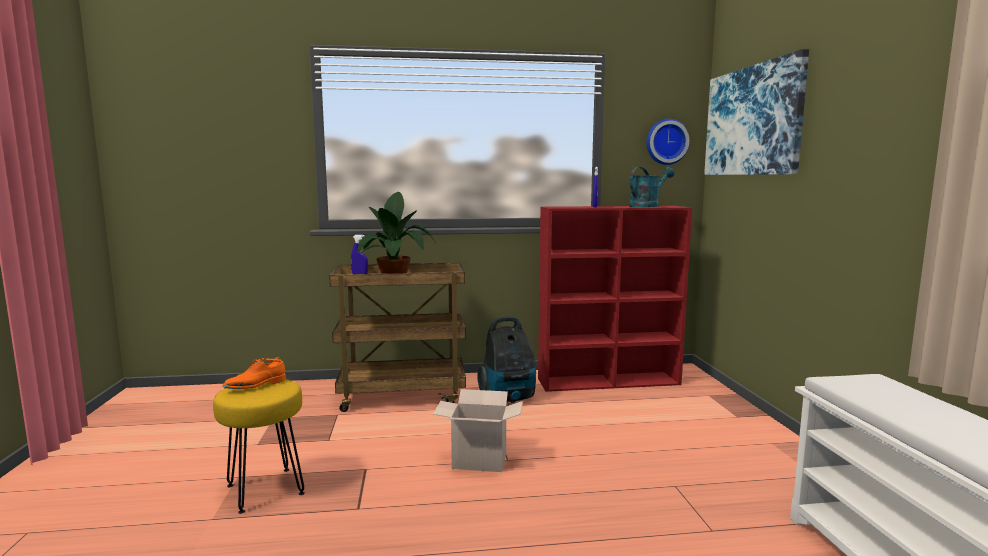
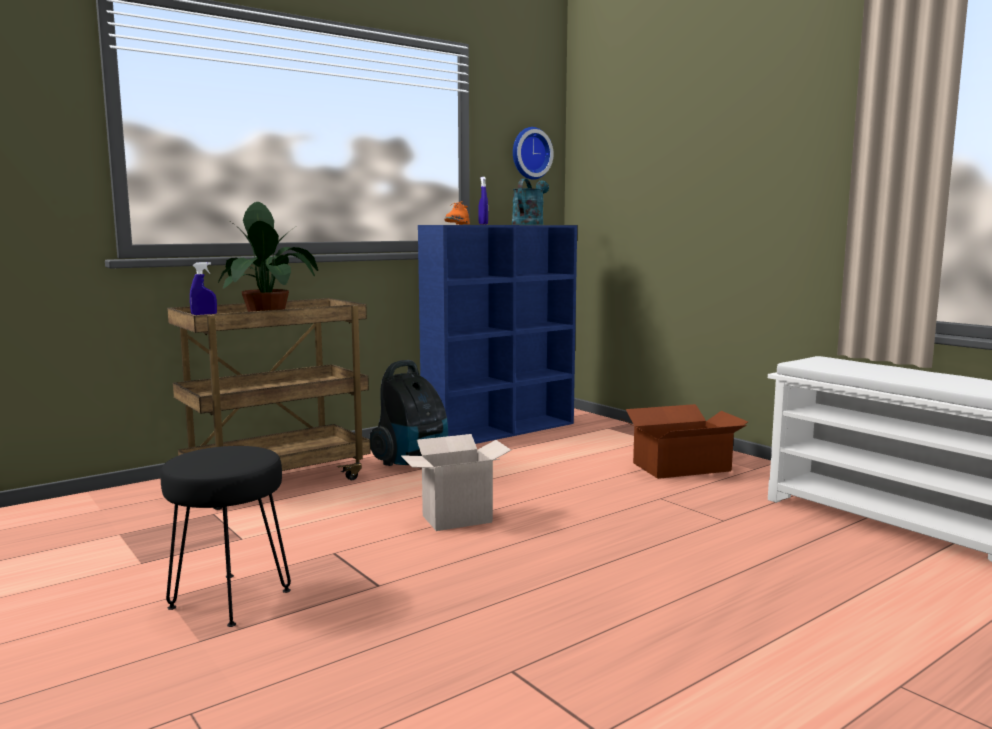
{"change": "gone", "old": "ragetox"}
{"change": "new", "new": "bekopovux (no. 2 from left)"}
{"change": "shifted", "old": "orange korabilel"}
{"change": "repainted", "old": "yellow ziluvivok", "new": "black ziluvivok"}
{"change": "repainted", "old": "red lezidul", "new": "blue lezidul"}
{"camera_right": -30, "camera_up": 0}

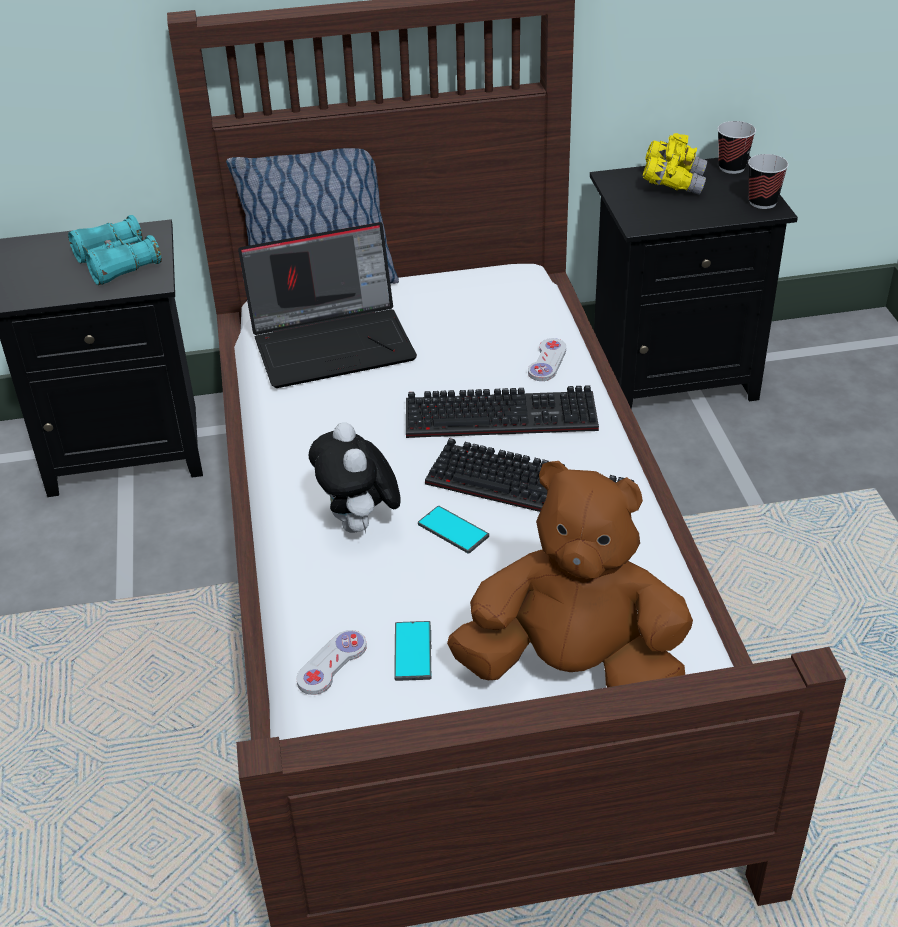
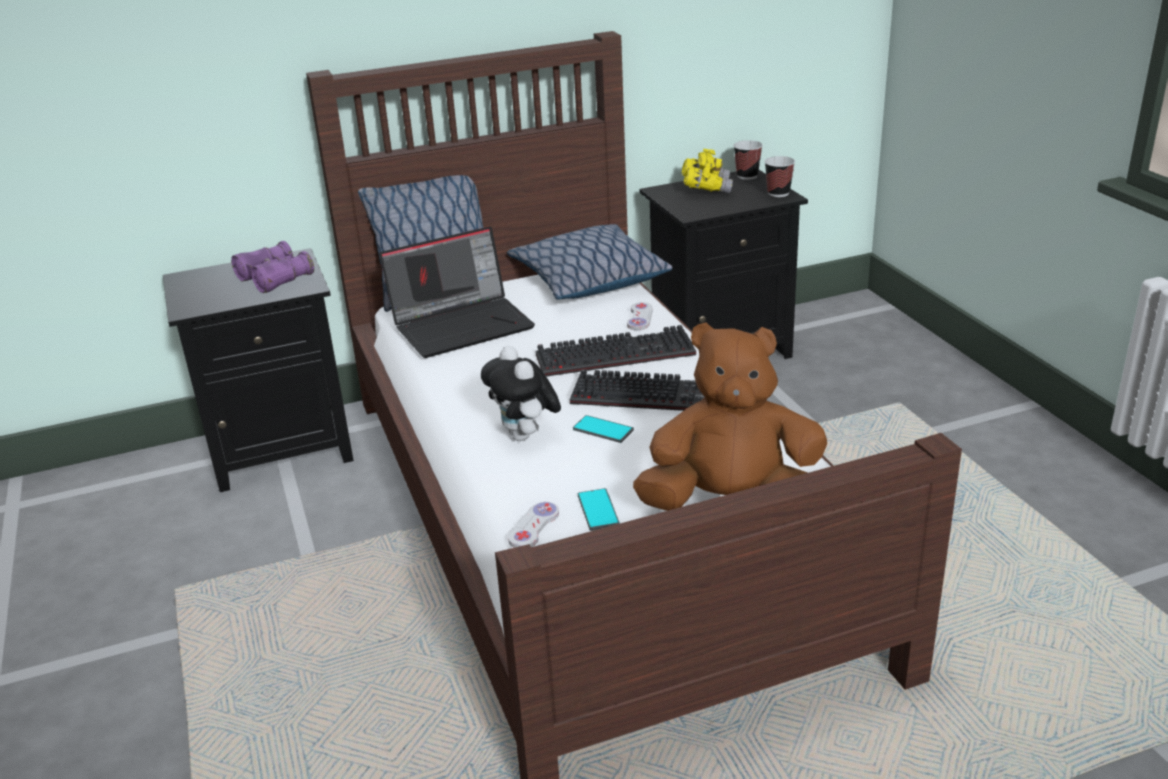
{"change": "new", "new": "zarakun (no. 2 from left)"}
{"change": "repainted", "old": "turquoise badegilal", "new": "purple badegilal"}
{"camera_right": -10, "camera_up": -10}

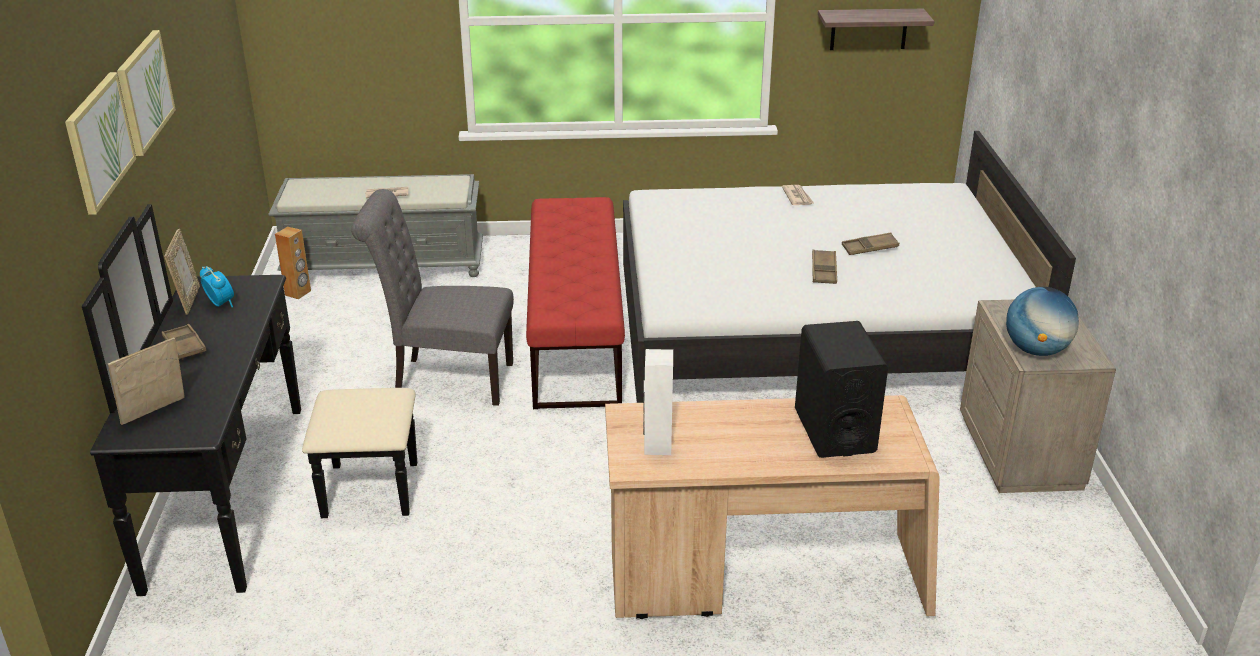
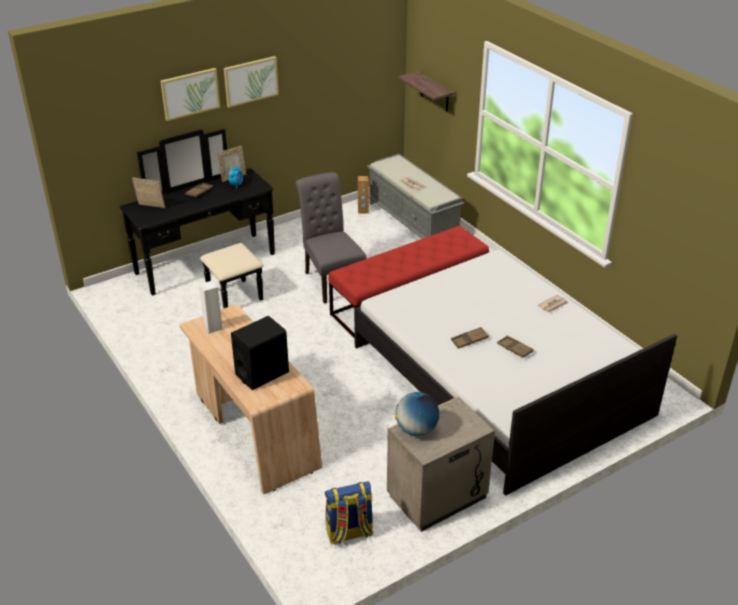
{"change": "new", "new": "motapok"}
{"change": "shifted", "old": "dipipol"}
{"camera_right": 60, "camera_up": 5}

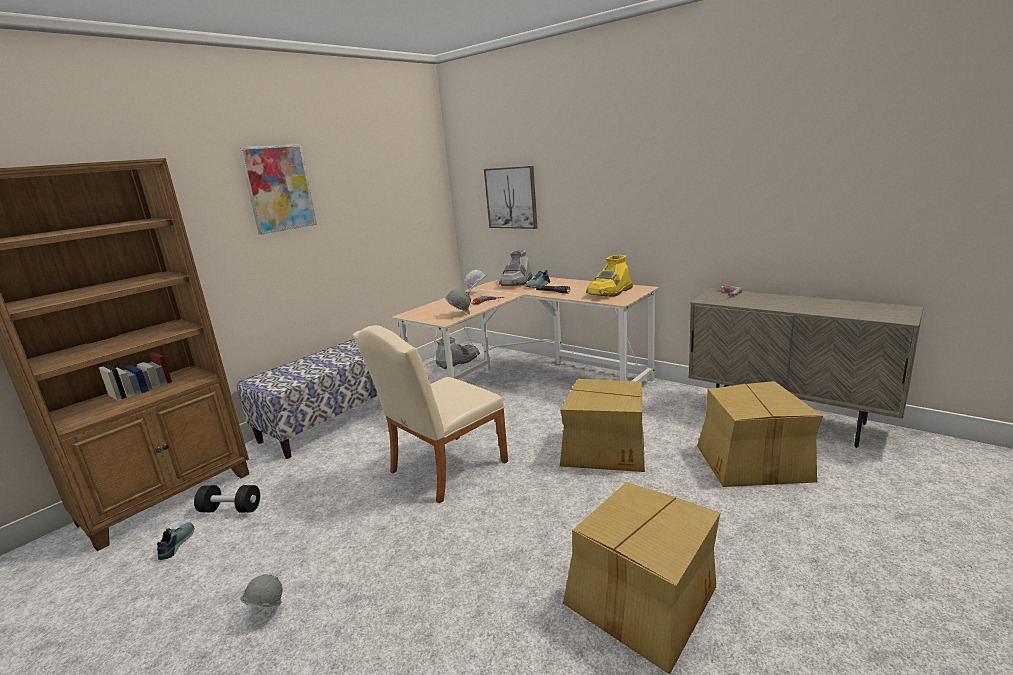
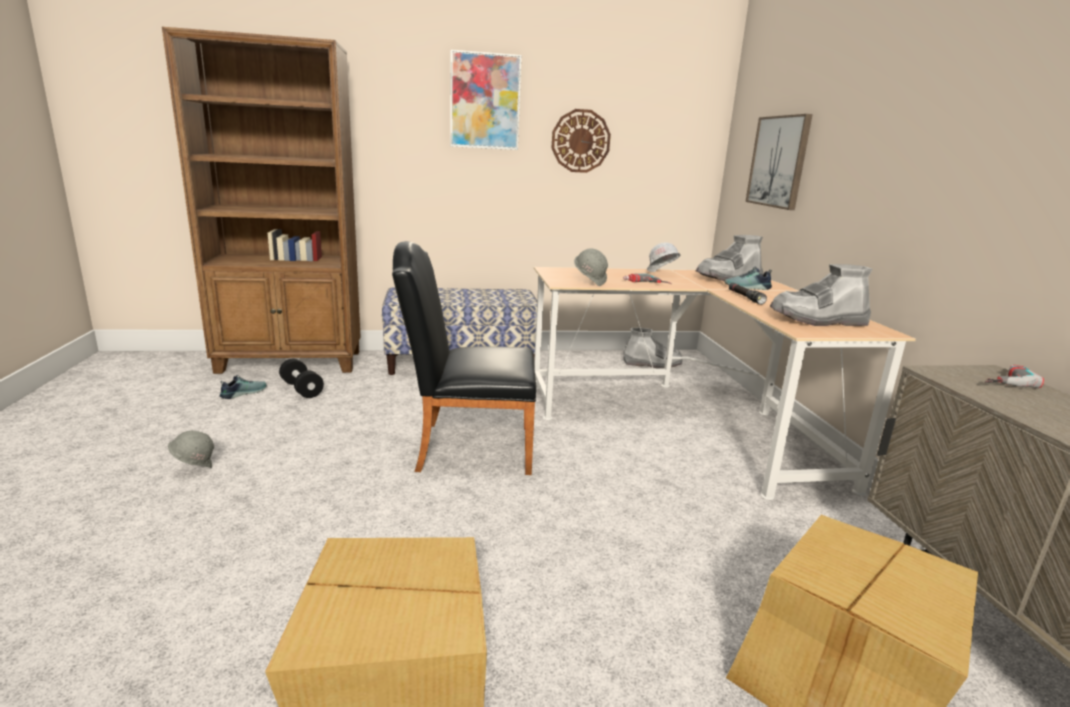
{"change": "gone", "old": "bekopovux (no. 1 from left)"}
{"change": "new", "new": "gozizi"}
{"change": "repainted", "old": "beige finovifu", "new": "black finovifu"}
{"change": "repainted", "old": "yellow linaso", "new": "grey linaso (no. 3 from left)"}
{"camera_right": 40, "camera_up": 0}

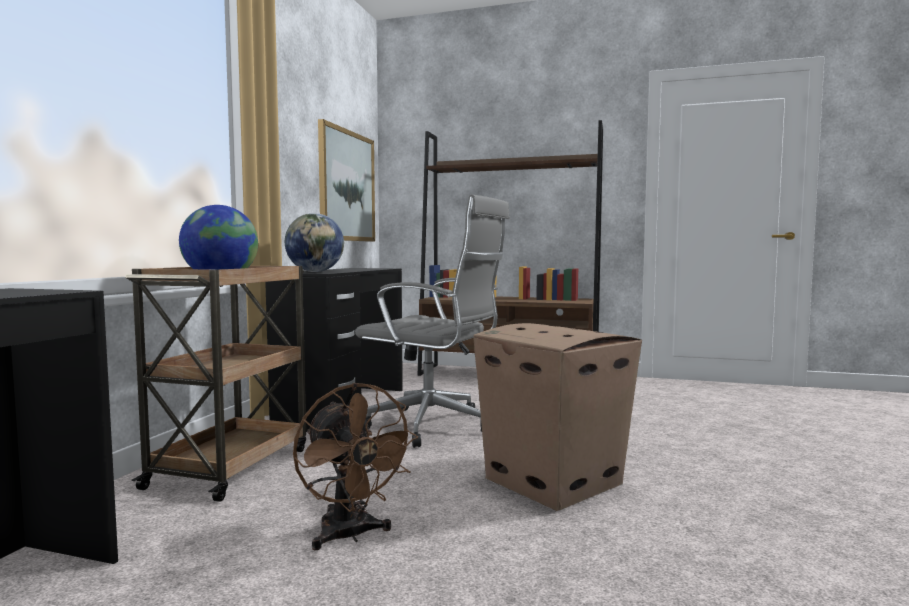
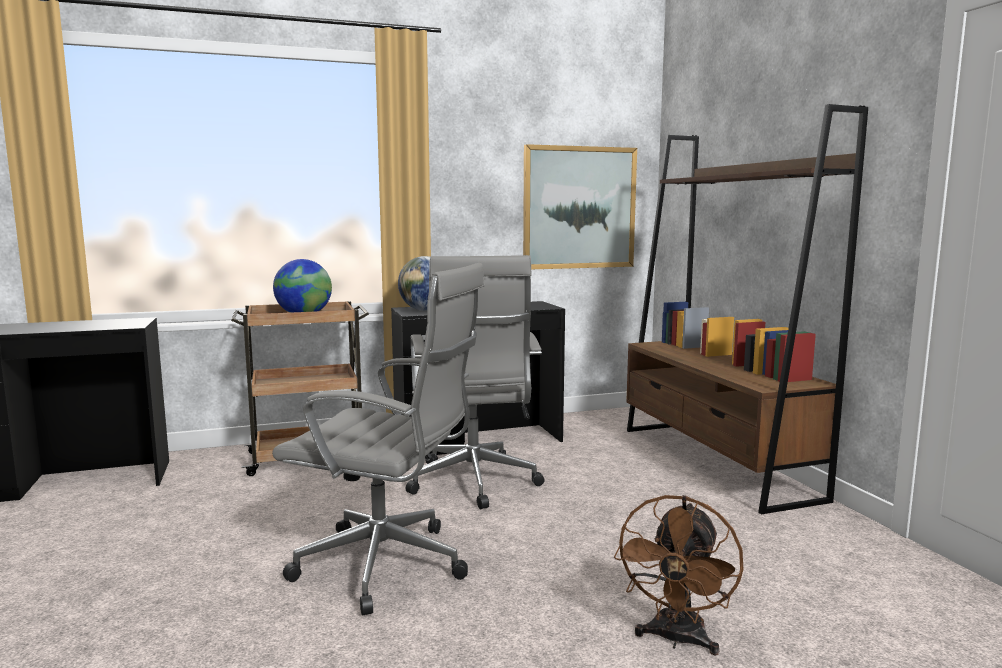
{"change": "shifted", "old": "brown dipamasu"}
{"change": "swapped", "old": "bekopovux", "new": "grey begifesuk (no. 1 from left)"}
{"camera_right": 55, "camera_up": 5}

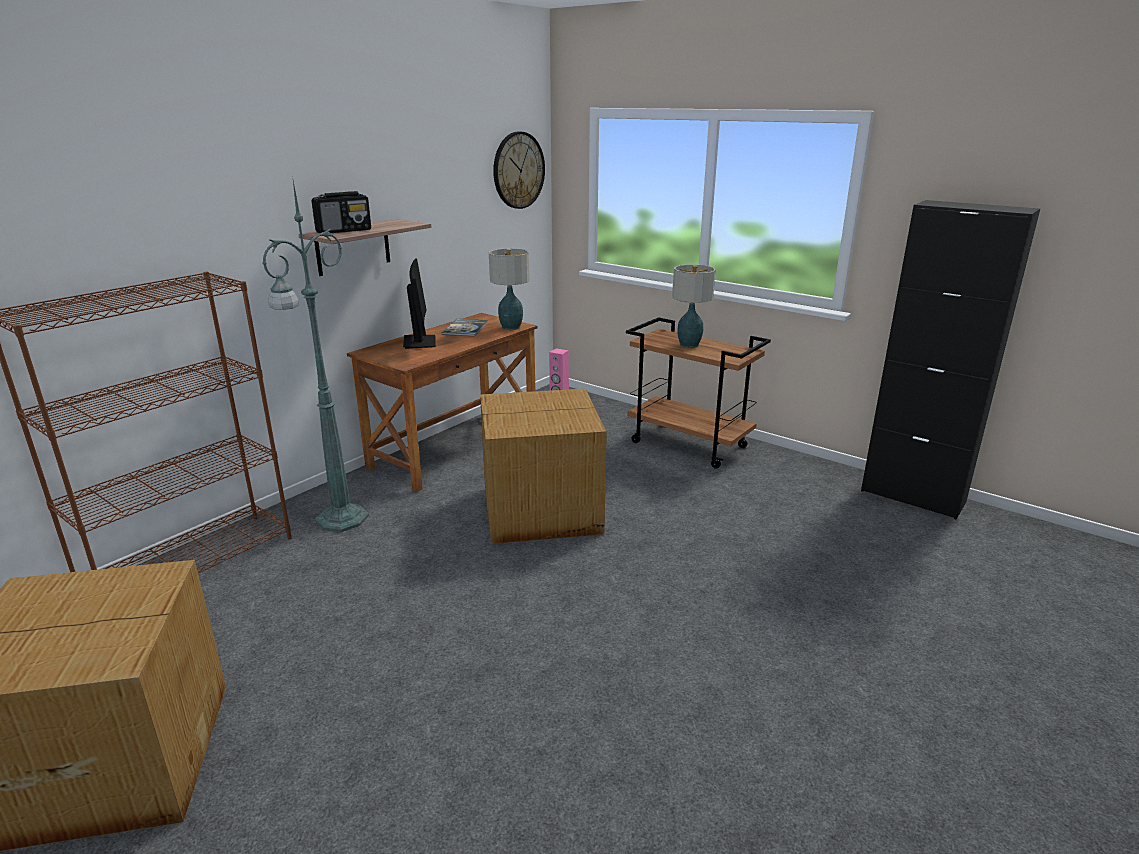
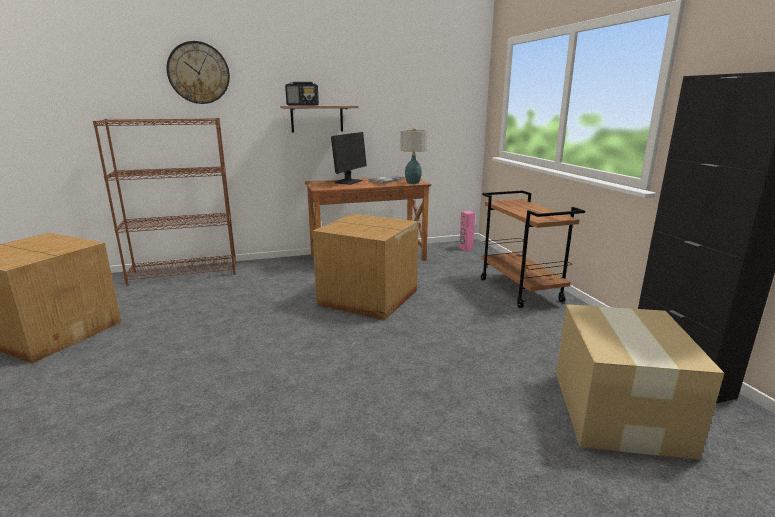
{"change": "gone", "old": "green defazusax"}
{"change": "gone", "old": "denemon (no. 2 from left)"}
{"change": "new", "new": "bekopovux (no. 3 from left)"}
{"change": "shifted", "old": "gozizi"}
{"camera_right": 35, "camera_up": -5}

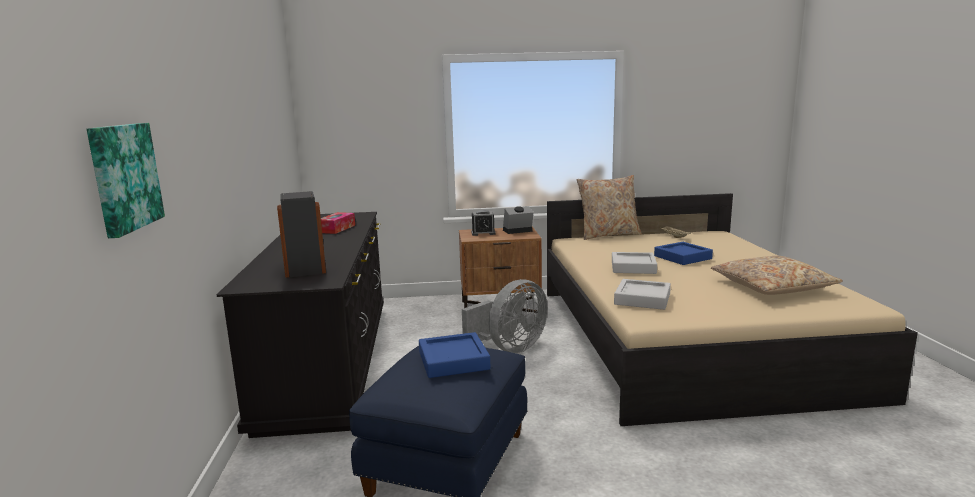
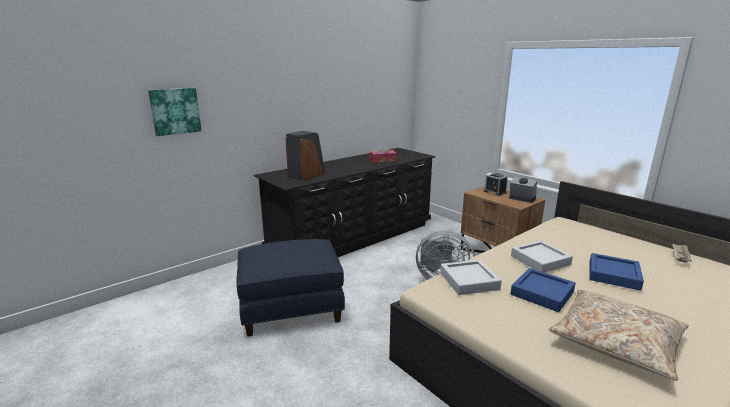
{"change": "gone", "old": "beige zarakun (no. 1 from left)"}
{"change": "shifted", "old": "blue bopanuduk (no. 1 from left)"}
{"camera_right": 55, "camera_up": 5}

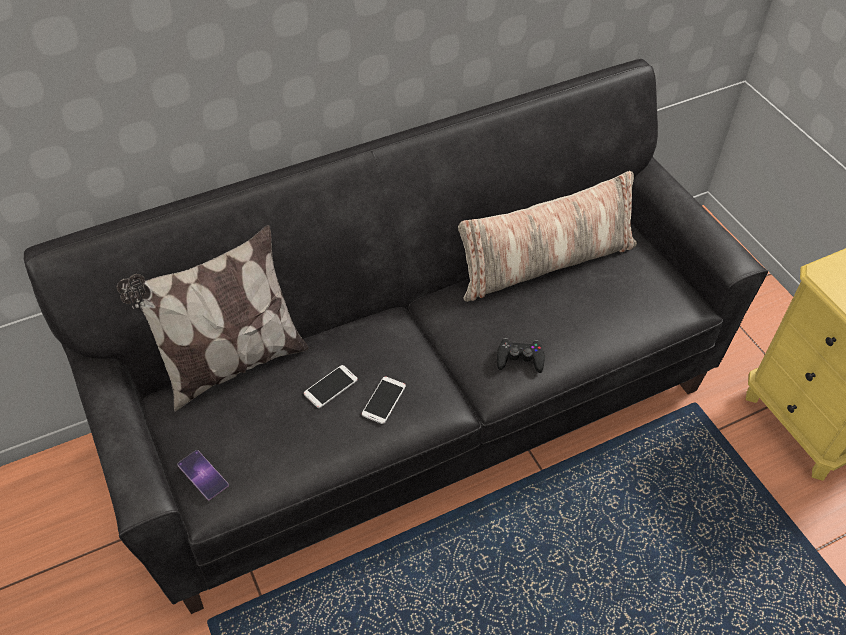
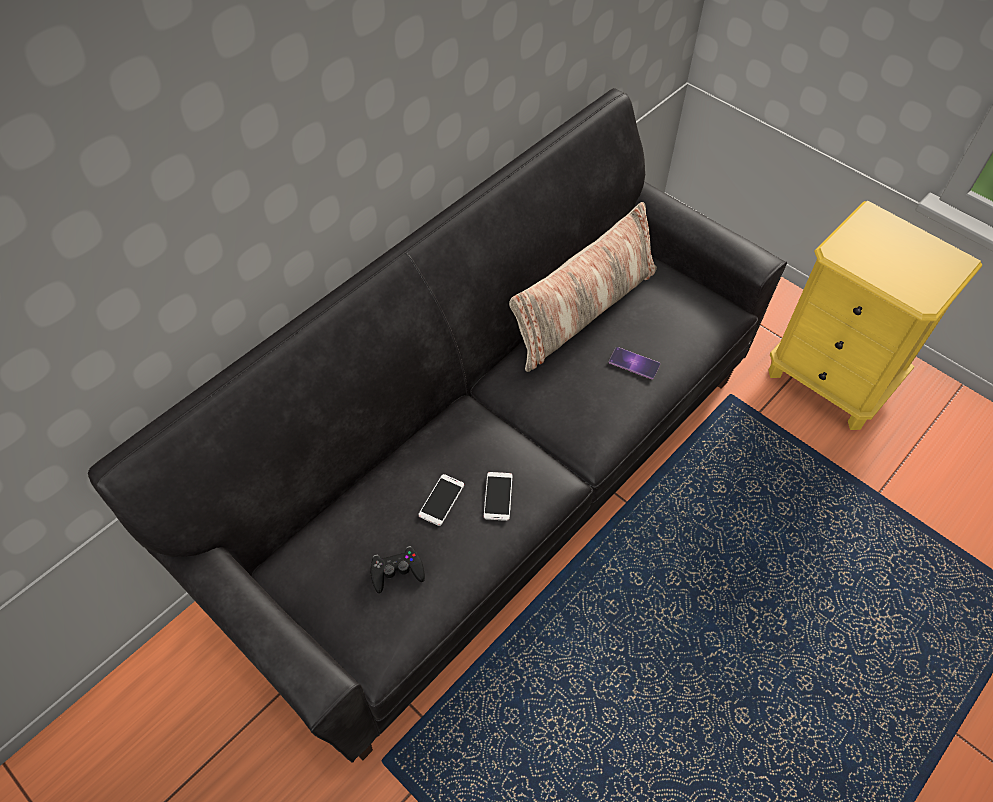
{"change": "gone", "old": "zarakun (no. 1 from left)"}
{"change": "shifted", "old": "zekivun (no. 1 from left in the first image)", "new": "zekivun (no. 3 from left)"}
{"change": "shifted", "old": "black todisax"}
{"camera_right": -20, "camera_up": 5}

